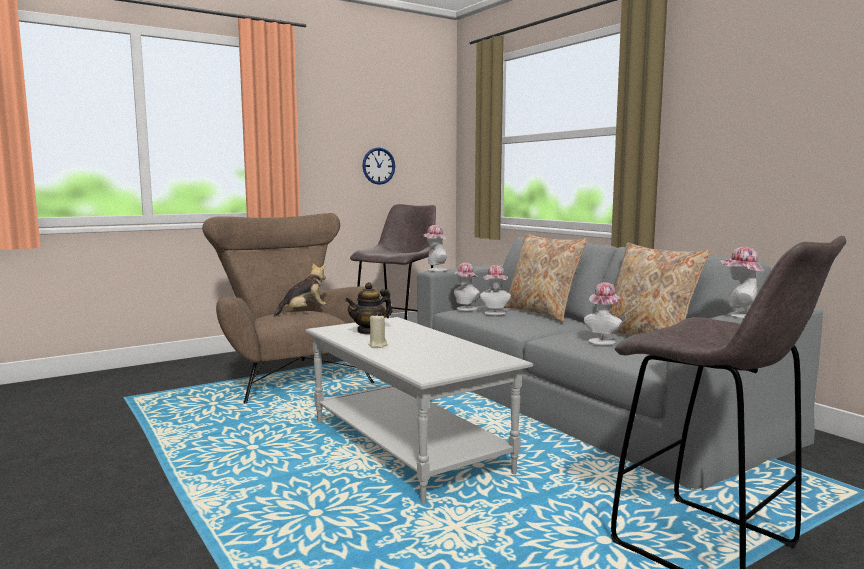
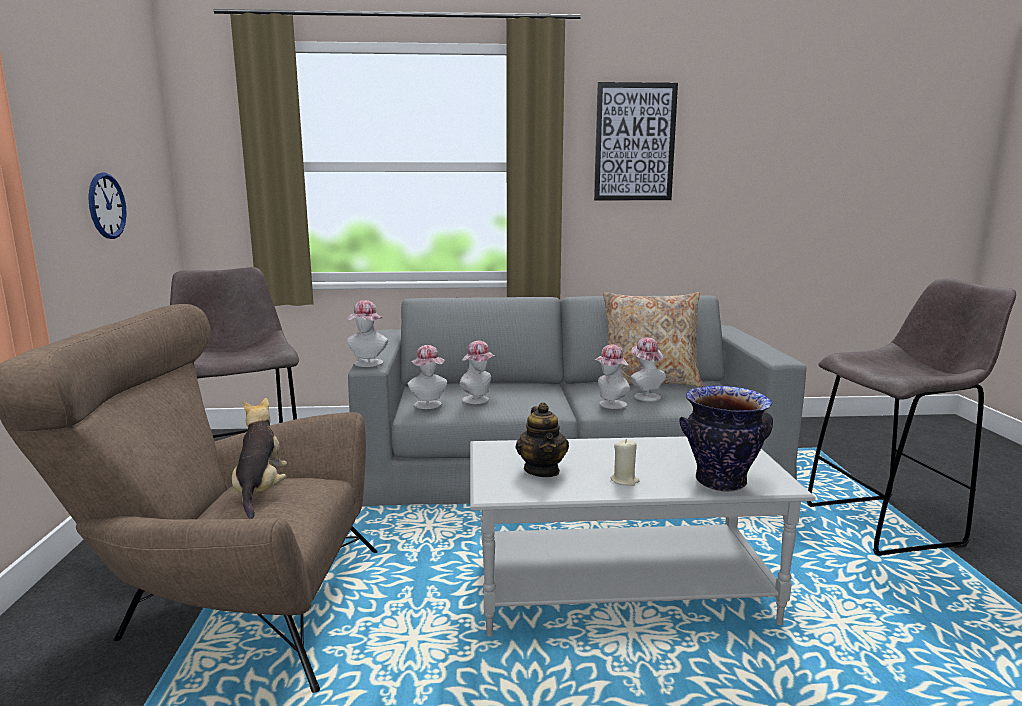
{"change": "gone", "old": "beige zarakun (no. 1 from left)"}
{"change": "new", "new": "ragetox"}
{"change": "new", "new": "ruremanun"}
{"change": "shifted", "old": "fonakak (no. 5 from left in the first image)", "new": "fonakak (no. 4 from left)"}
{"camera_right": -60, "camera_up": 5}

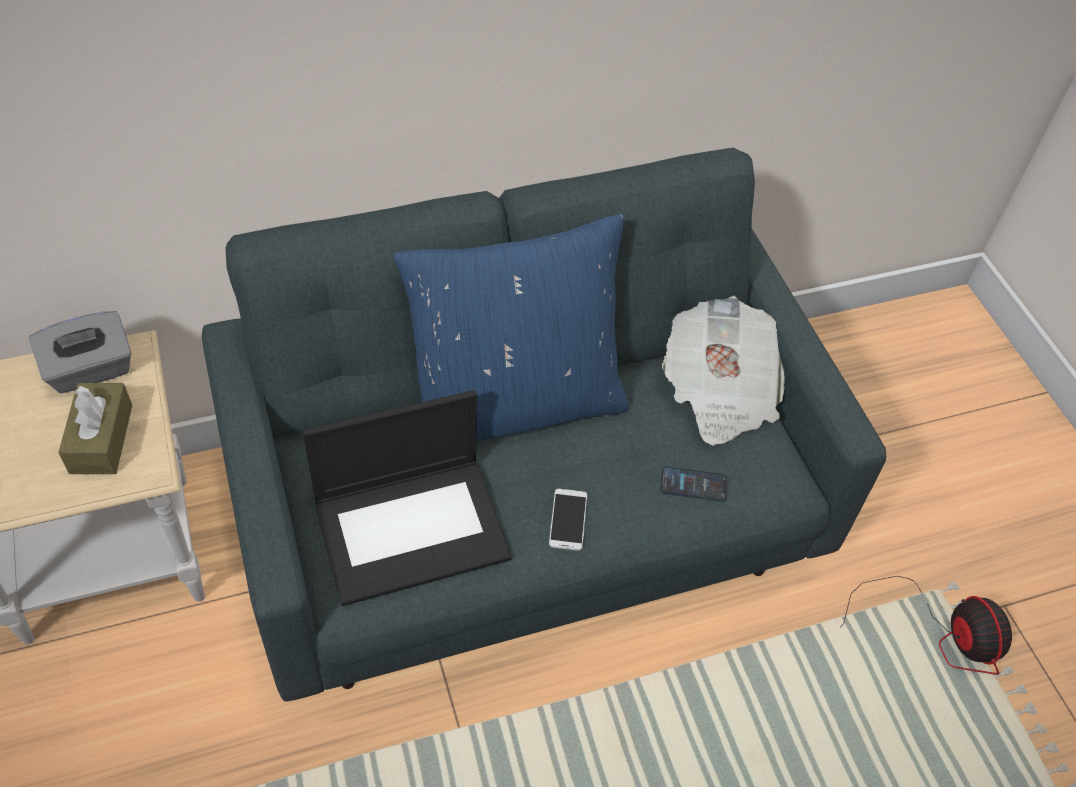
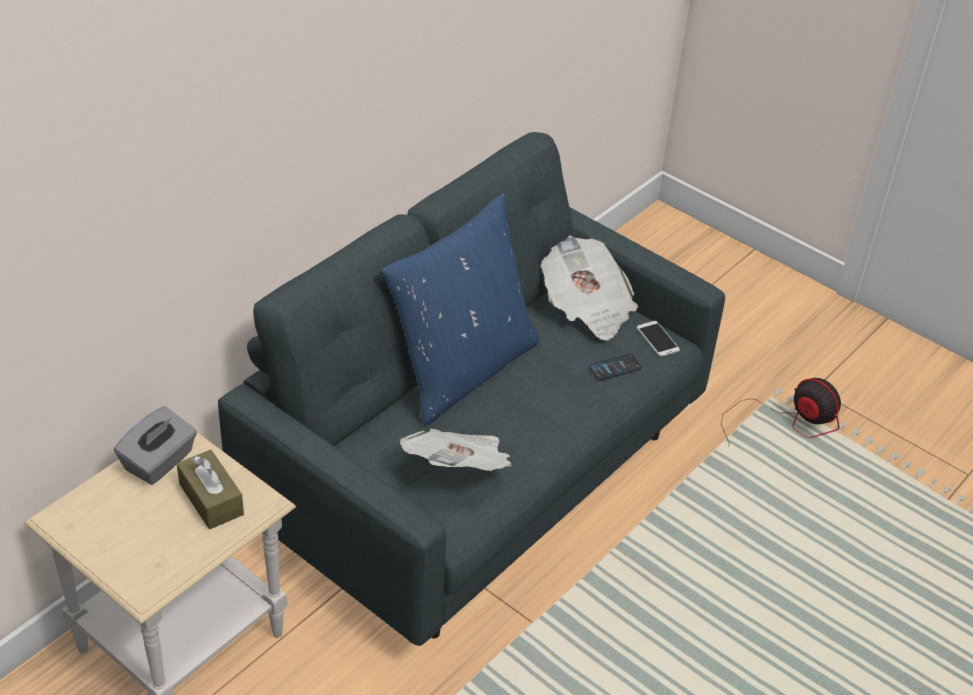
{"change": "shifted", "old": "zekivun (no. 1 from left in the first image)", "new": "zekivun (no. 2 from left)"}
{"change": "swapped", "old": "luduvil", "new": "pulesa (no. 1 from left)"}
{"camera_right": -30, "camera_up": -10}

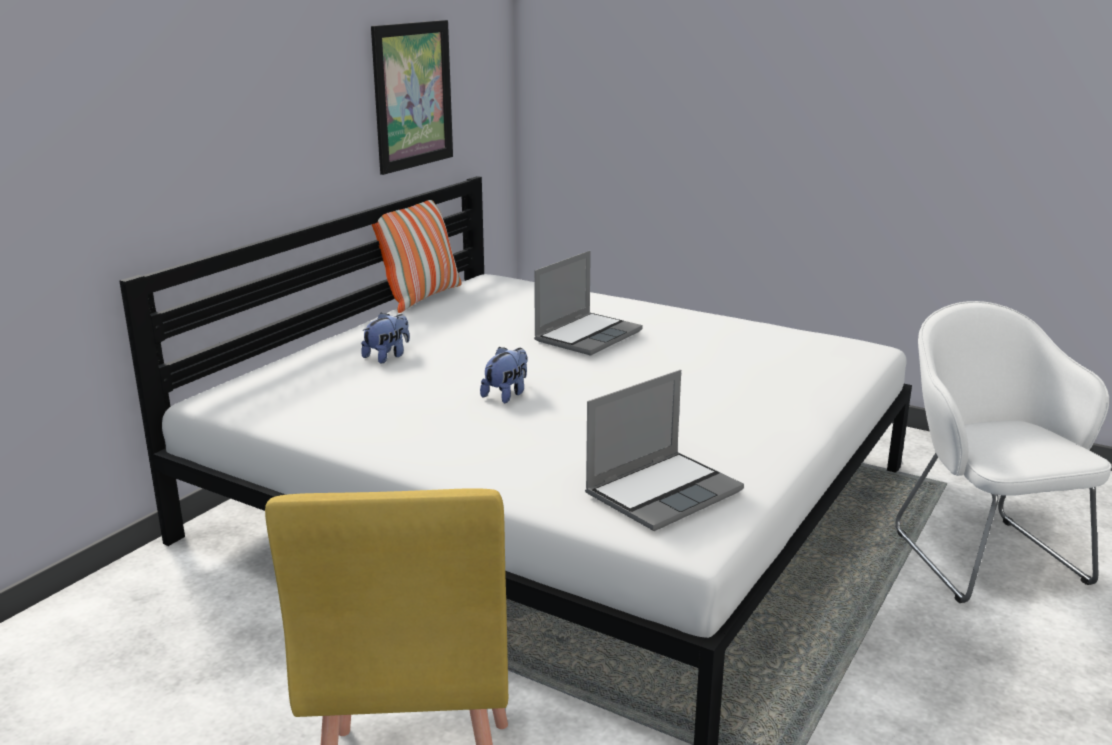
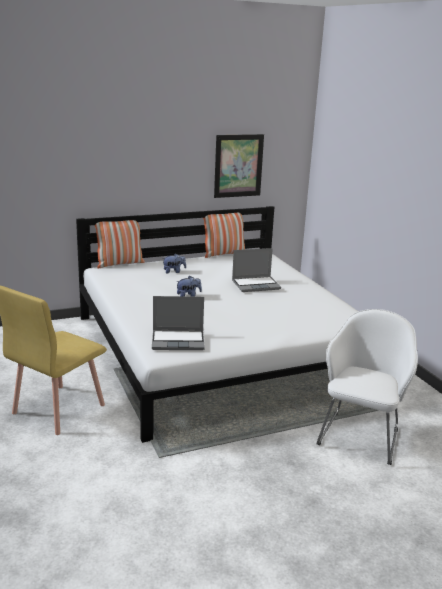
{"change": "new", "new": "zarakun (no. 1 from left)"}
{"camera_right": 35, "camera_up": 0}

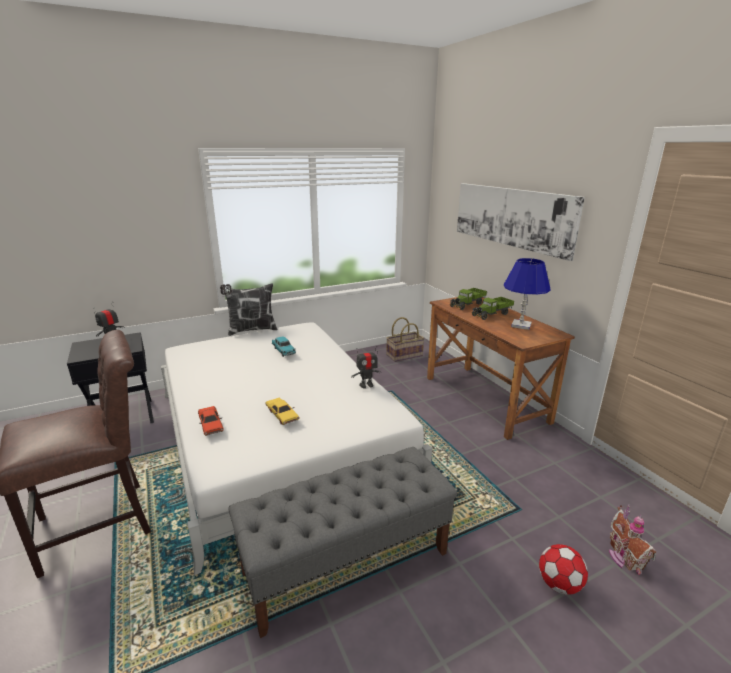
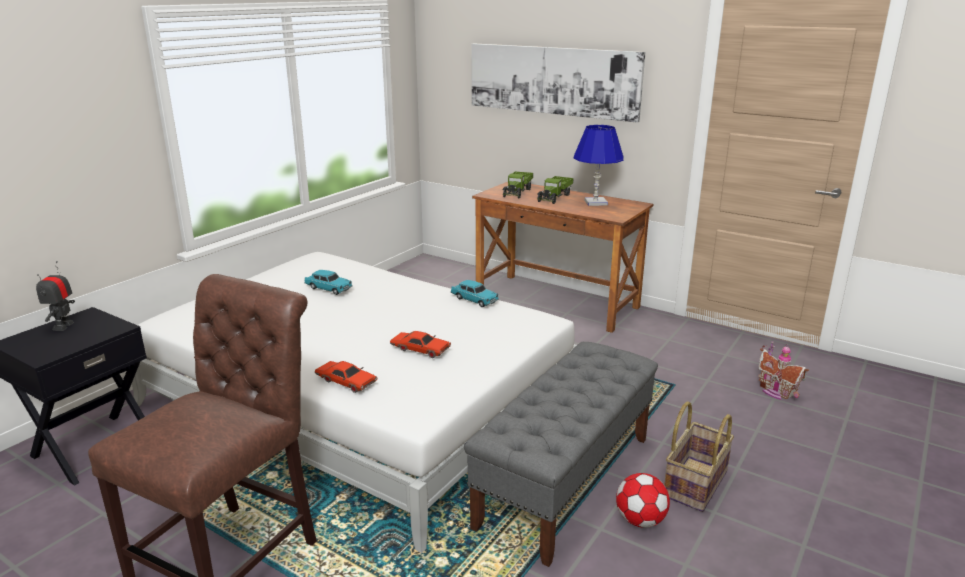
{"change": "gone", "old": "zarakun"}
{"change": "shifted", "old": "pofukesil"}
{"change": "shifted", "old": "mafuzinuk"}
{"change": "swapped", "old": "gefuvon (no. 2 from left)", "new": "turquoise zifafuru (no. 2 from left)"}
{"change": "repainted", "old": "yellow zifafuru", "new": "red zifafuru (no. 2 from left)"}
{"camera_right": -30, "camera_up": 0}

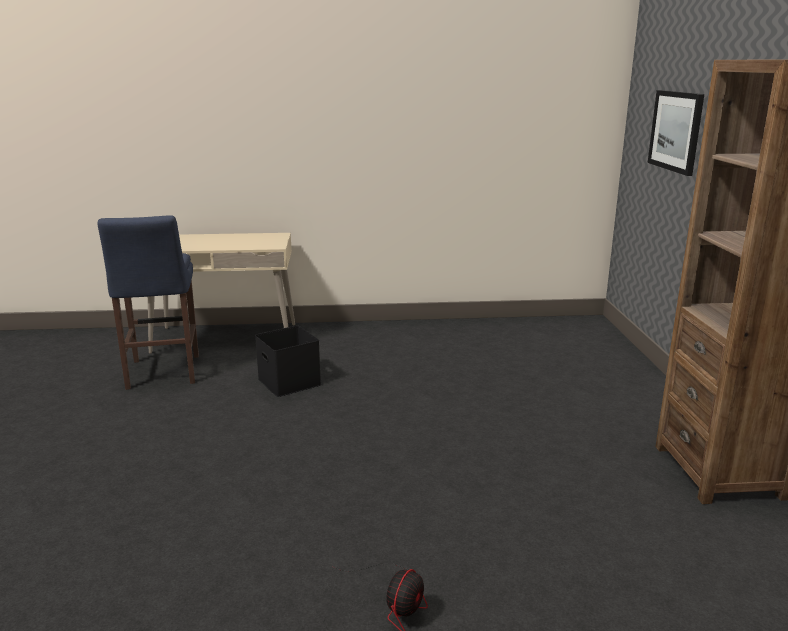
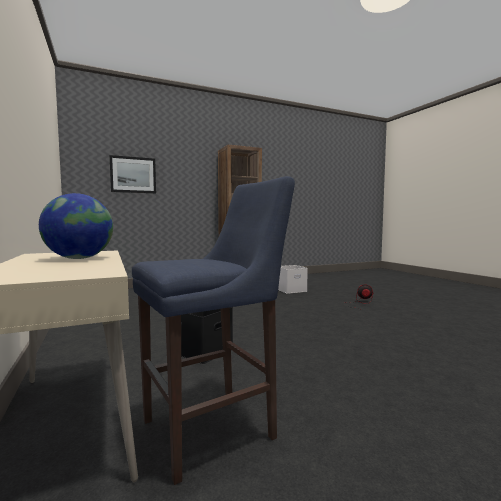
{"change": "new", "new": "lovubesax"}
{"change": "new", "new": "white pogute"}
{"camera_right": -110, "camera_up": -15}

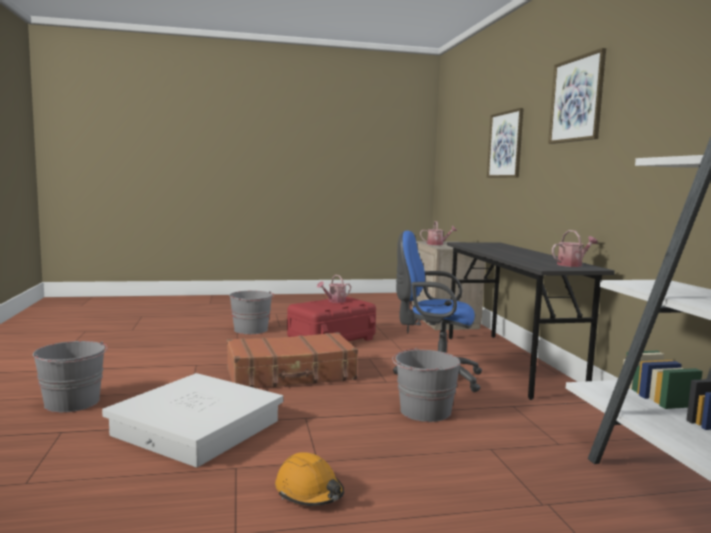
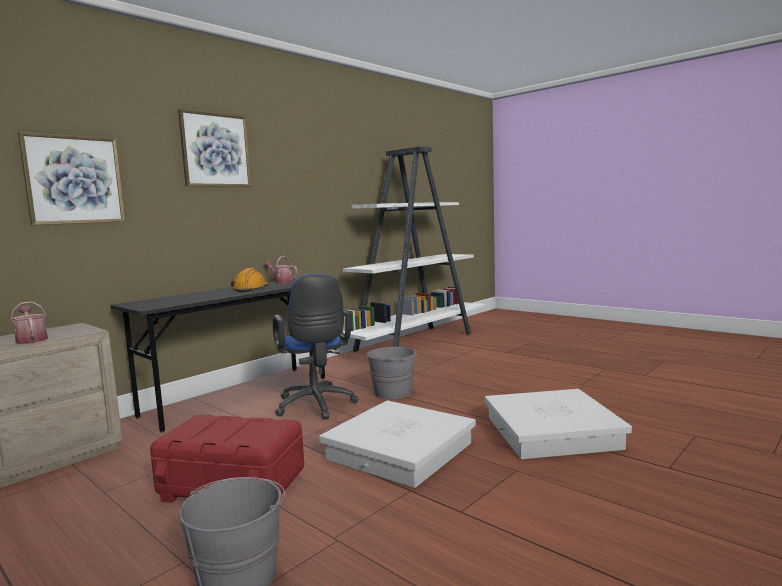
{"change": "gone", "old": "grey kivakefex (no. 1 from left)"}
{"change": "gone", "old": "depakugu (no. 1 from left)"}
{"change": "shifted", "old": "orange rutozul"}
{"change": "swapped", "old": "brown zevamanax", "new": "white pogute (no. 1 from left)"}
{"camera_right": -125, "camera_up": 0}

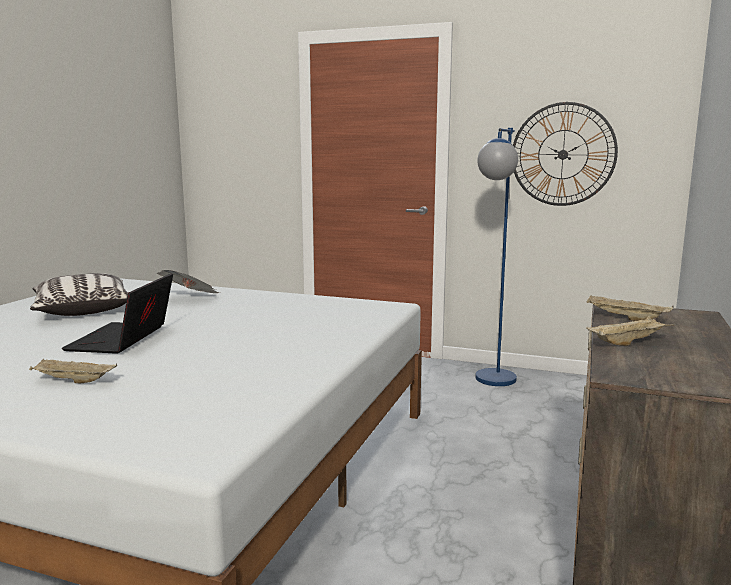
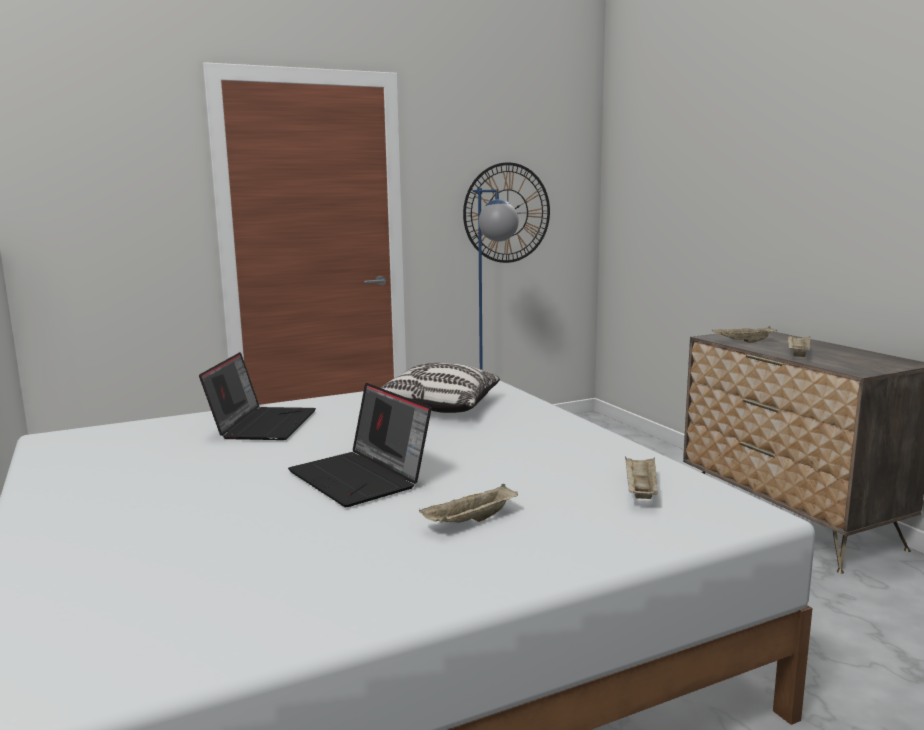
{"change": "new", "new": "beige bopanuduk (no. 2 from left)"}
{"change": "shifted", "old": "zarakun"}
{"change": "swapped", "old": "pulesa", "new": "luduvil (no. 1 from left)"}
{"camera_right": -45, "camera_up": 0}

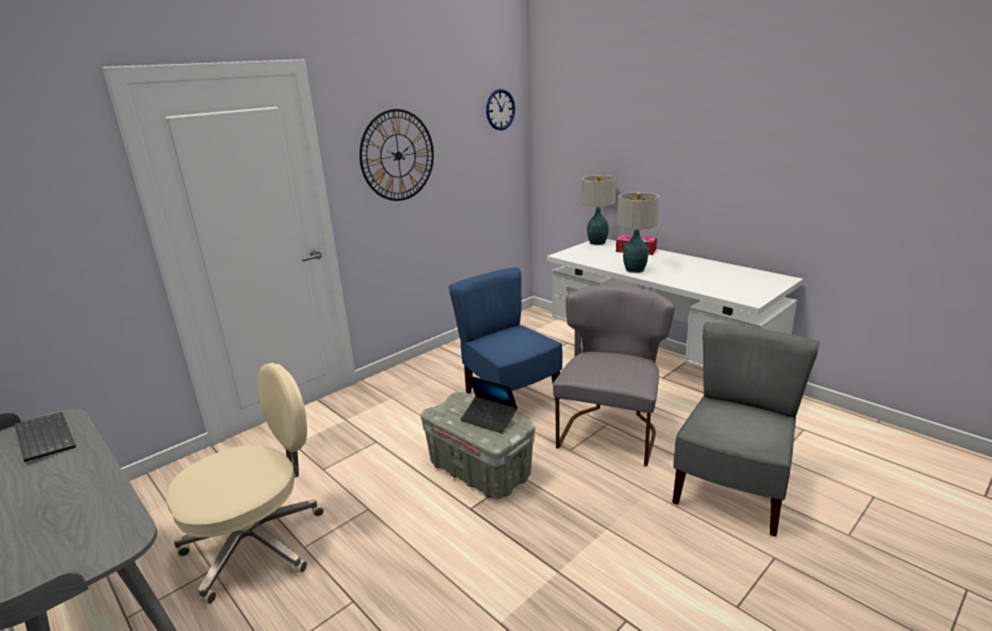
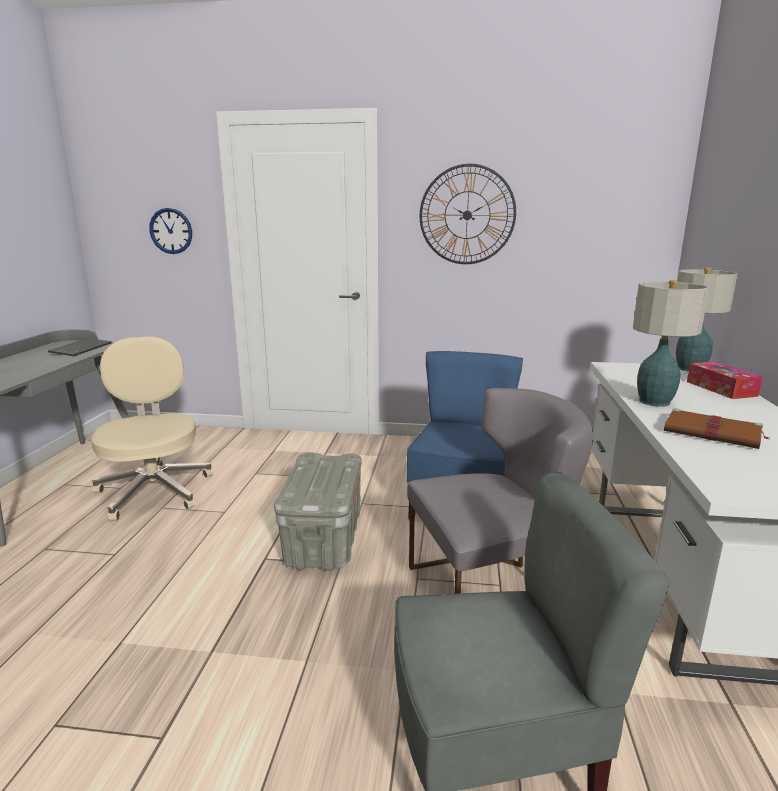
{"change": "gone", "old": "luduvil"}
{"change": "new", "new": "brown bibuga"}
{"change": "shifted", "old": "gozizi (no. 2 from left in the first image)", "new": "gozizi (no. 1 from left)"}
{"change": "rotated", "old": "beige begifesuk", "degrees": -120}
{"camera_right": 50, "camera_up": -5}

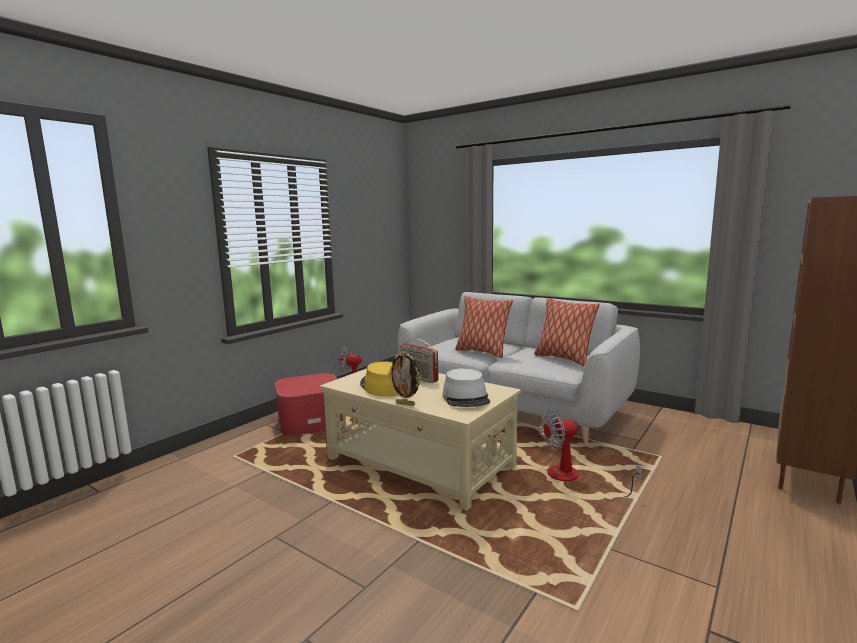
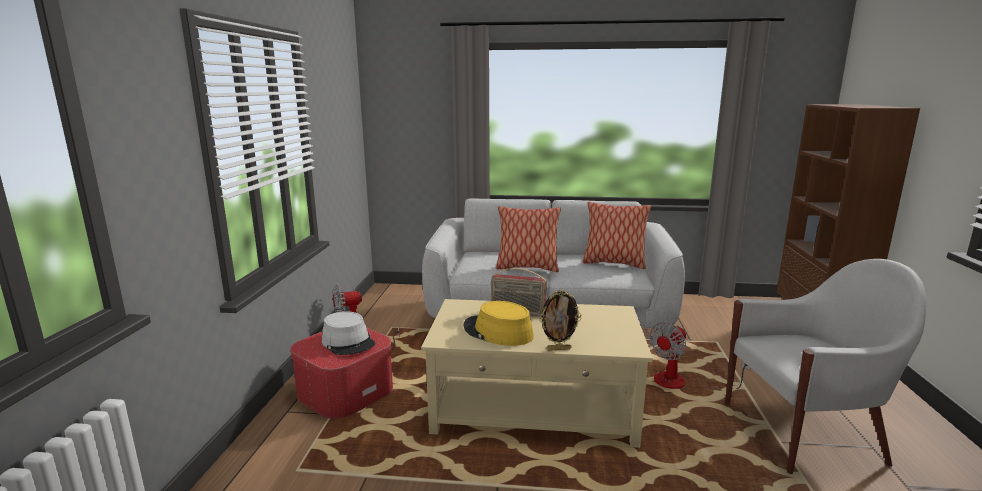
{"change": "new", "new": "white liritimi"}
{"change": "shifted", "old": "grey fonakak"}
{"camera_right": -30, "camera_up": 5}

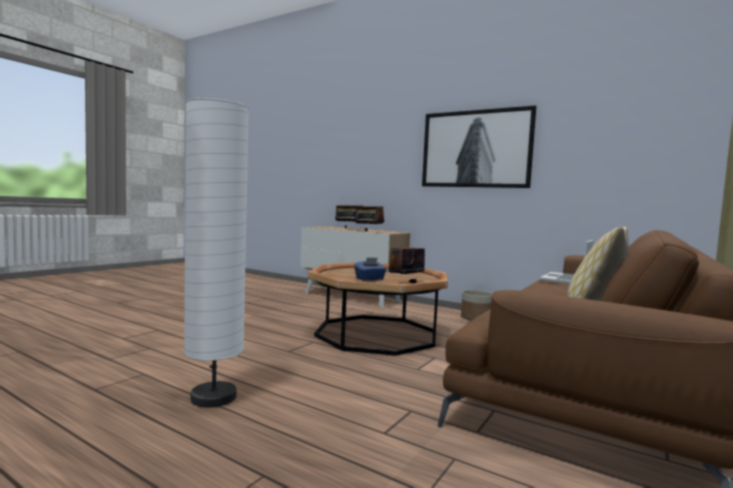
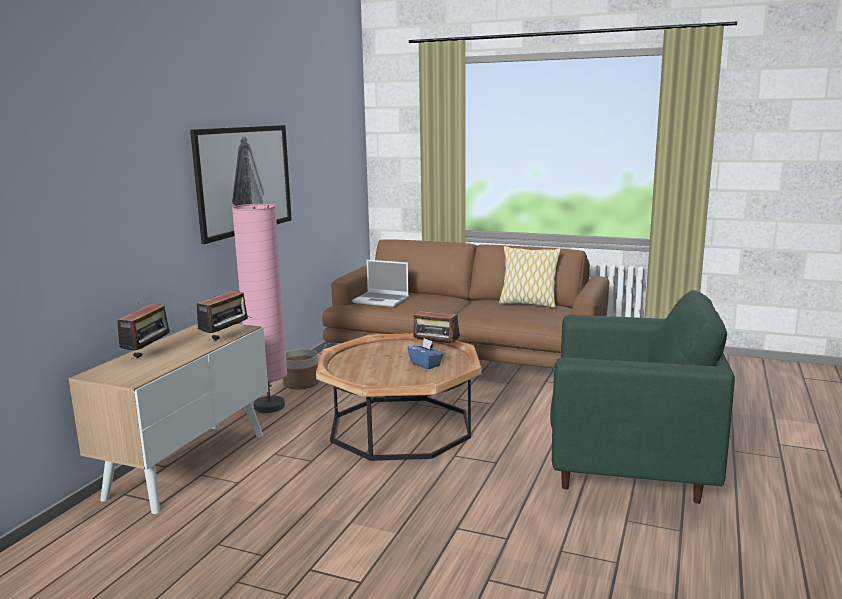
{"change": "new", "new": "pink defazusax"}
{"change": "swapped", "old": "white defazusax", "new": "green liritimi"}
{"camera_right": -100, "camera_up": 10}

